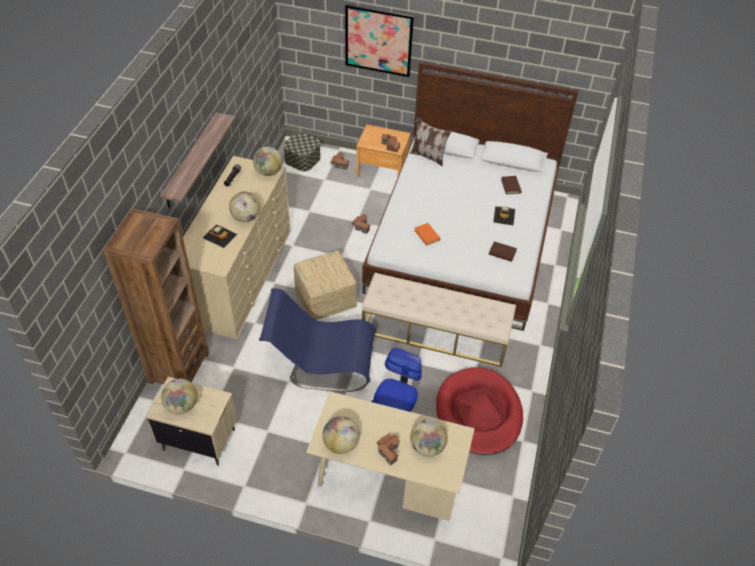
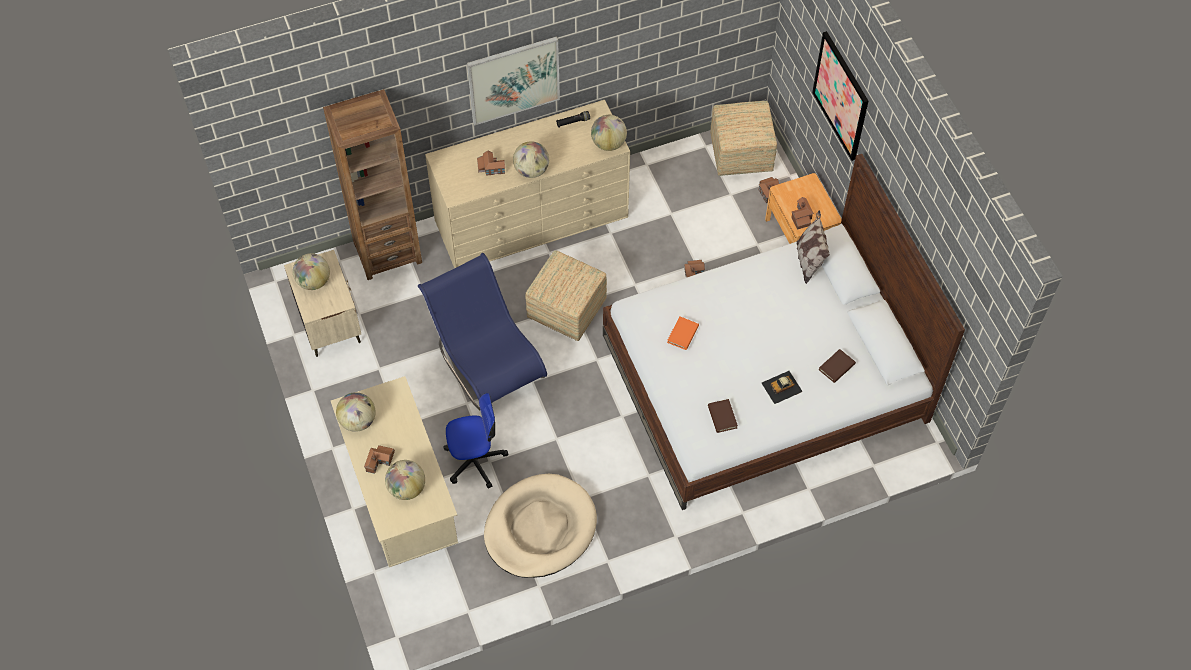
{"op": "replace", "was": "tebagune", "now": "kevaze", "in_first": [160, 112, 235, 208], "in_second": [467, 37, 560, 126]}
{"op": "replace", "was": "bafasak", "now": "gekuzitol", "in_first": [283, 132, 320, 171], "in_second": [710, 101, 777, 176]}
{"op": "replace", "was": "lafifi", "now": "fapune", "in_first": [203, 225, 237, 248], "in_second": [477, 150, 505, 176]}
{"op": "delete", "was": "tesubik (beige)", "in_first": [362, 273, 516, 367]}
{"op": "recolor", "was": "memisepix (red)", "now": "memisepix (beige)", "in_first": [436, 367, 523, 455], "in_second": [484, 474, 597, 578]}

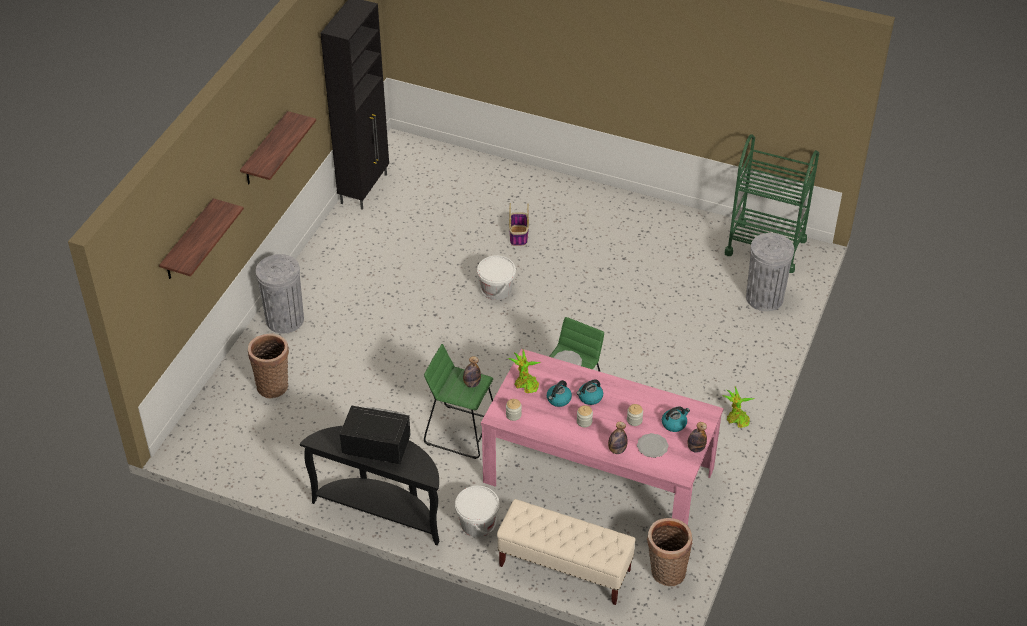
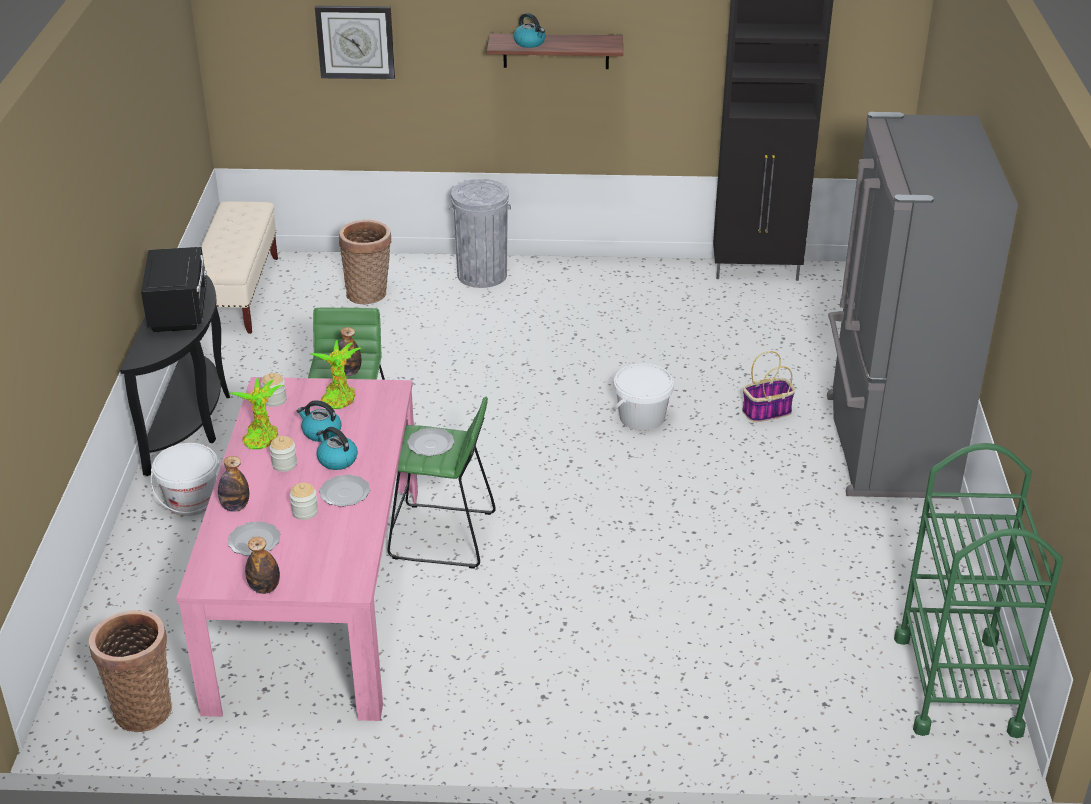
{"op": "replace", "was": "tebagune", "now": "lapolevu", "in_first": [159, 198, 244, 279], "in_second": [315, 6, 395, 79]}
{"op": "delete", "was": "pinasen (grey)", "in_first": [746, 233, 794, 311]}
{"op": "move", "was": "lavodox", "in_first": [723, 387, 755, 428], "in_second": [229, 377, 284, 449]}
{"op": "move", "was": "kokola", "in_first": [662, 406, 690, 432], "in_second": [513, 13, 546, 48]}
{"op": "move", "was": "tesubik (beige)", "in_first": [497, 499, 636, 605], "in_second": [201, 201, 278, 334]}
{"op": "insert", "now": "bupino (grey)", "in_second": [827, 112, 1018, 499]}
{"op": "insert", "now": "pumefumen", "in_second": [319, 475, 370, 507]}

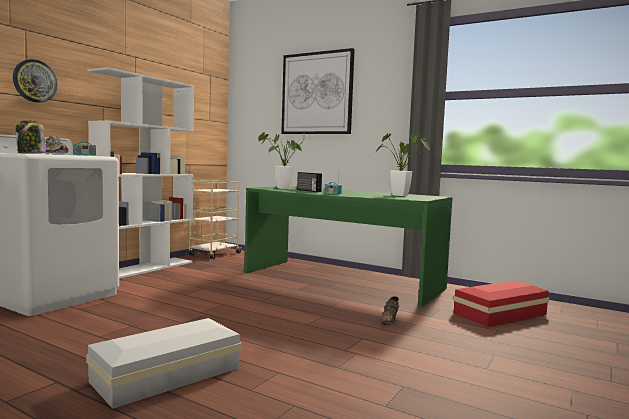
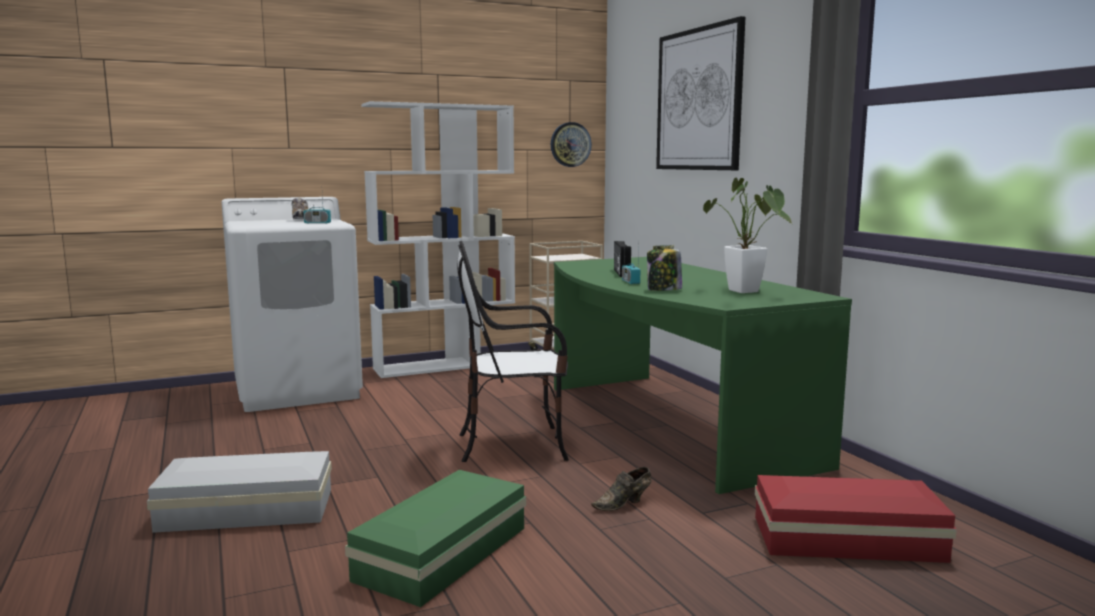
{"op": "move", "was": "lapolevu", "in_first": [13, 59, 57, 103], "in_second": [551, 122, 592, 167]}
{"op": "move", "was": "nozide", "in_first": [16, 121, 46, 153], "in_second": [647, 245, 682, 291]}
{"op": "delete", "was": "lavodox", "in_first": [258, 132, 311, 189]}
{"op": "insert", "now": "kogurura", "in_second": [457, 241, 569, 462]}
{"op": "insert", "now": "bafasak (green)", "in_second": [345, 470, 526, 607]}

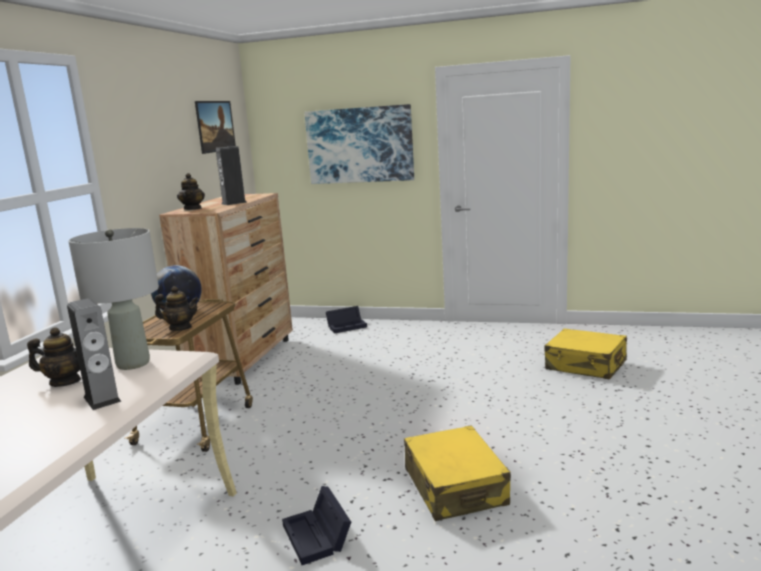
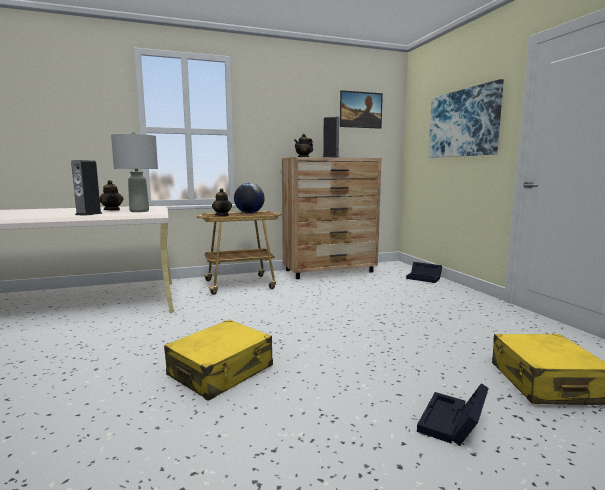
{"op": "move", "was": "bafasak (black)", "in_first": [282, 486, 351, 565], "in_second": [417, 383, 489, 446]}

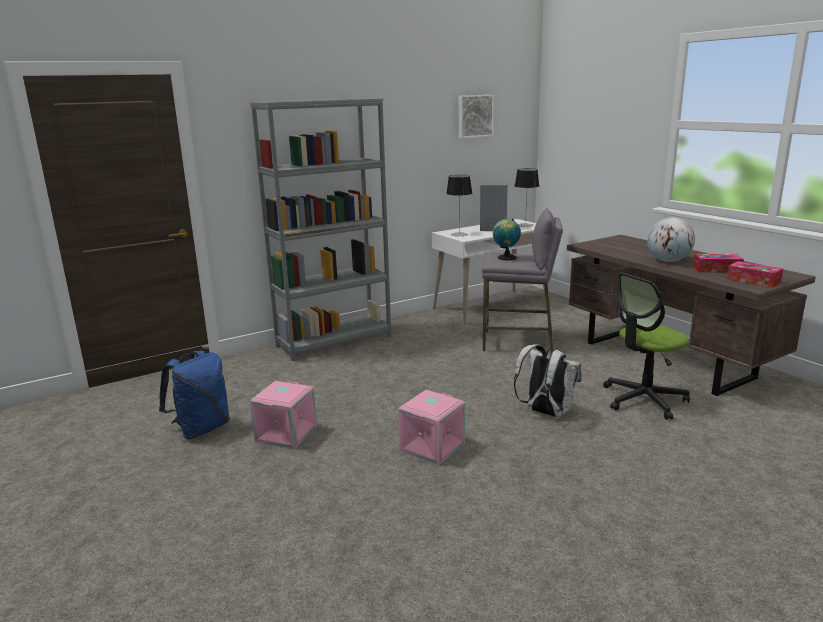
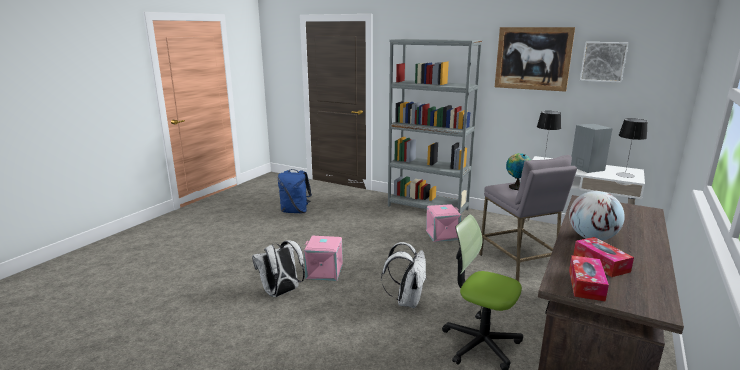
{"op": "move", "was": "bafasak (pink)", "in_first": [250, 381, 317, 449], "in_second": [426, 204, 461, 242]}
{"op": "insert", "now": "kevaze", "in_second": [495, 27, 575, 92]}
{"op": "insert", "now": "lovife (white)", "in_second": [252, 240, 305, 297]}

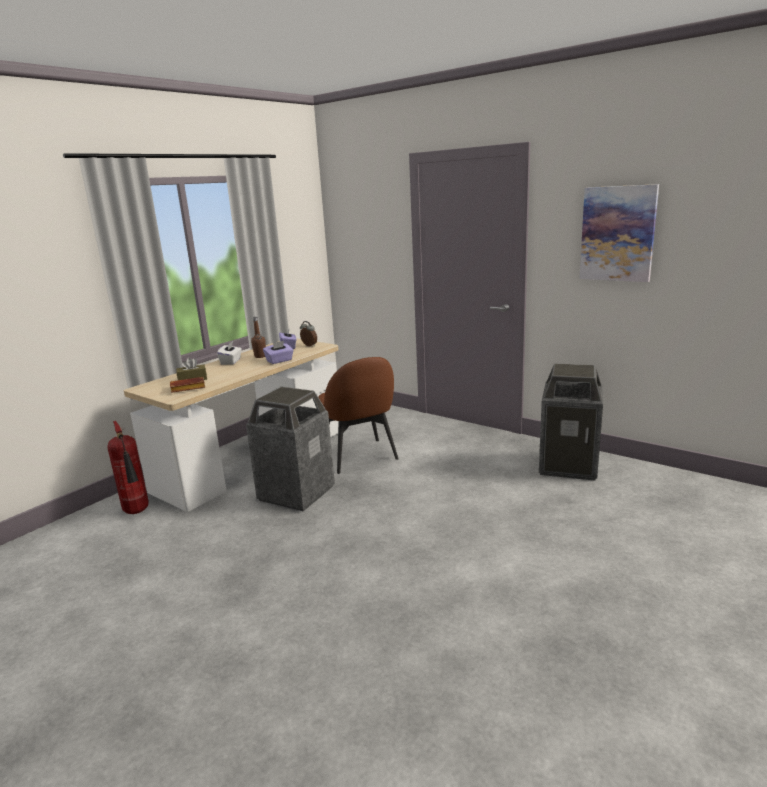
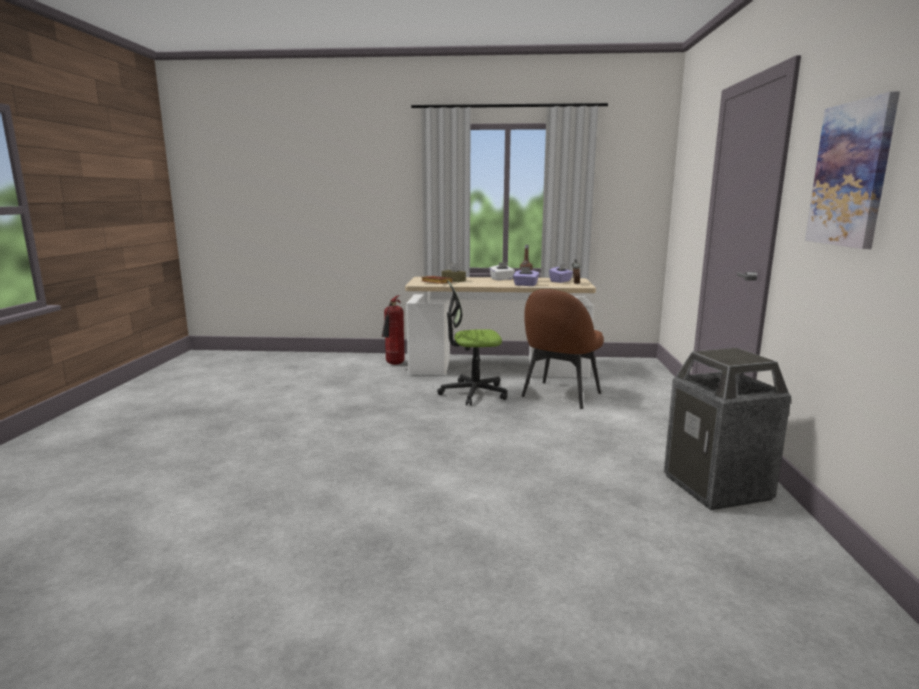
{"op": "replace", "was": "pinasen", "now": "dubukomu", "in_first": [246, 387, 335, 511], "in_second": [437, 280, 507, 406]}

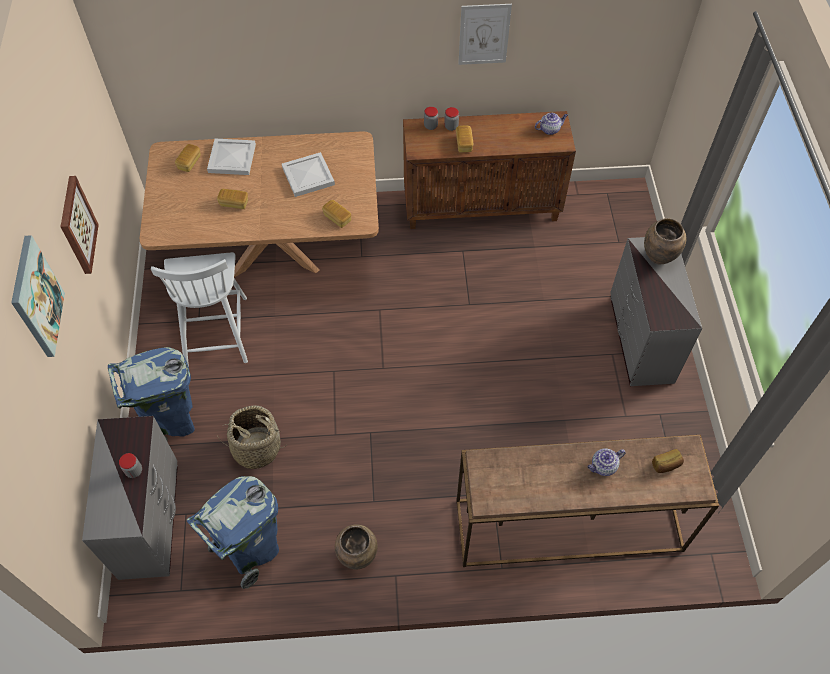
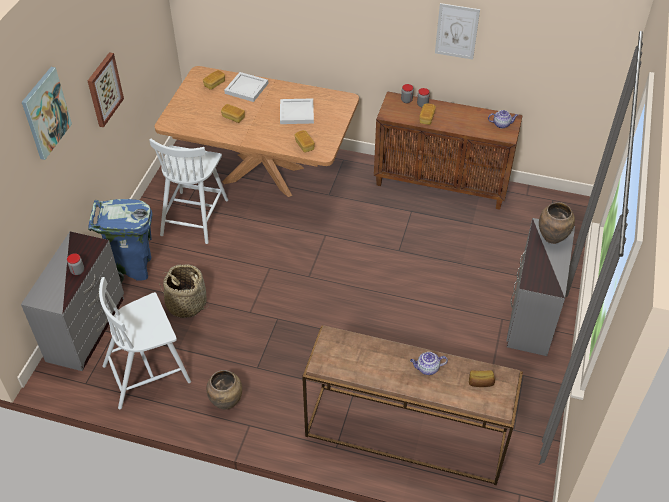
{"op": "replace", "was": "pinasen (blue)", "now": "kogurura (white)", "in_first": [186, 476, 279, 589], "in_second": [99, 277, 191, 409]}

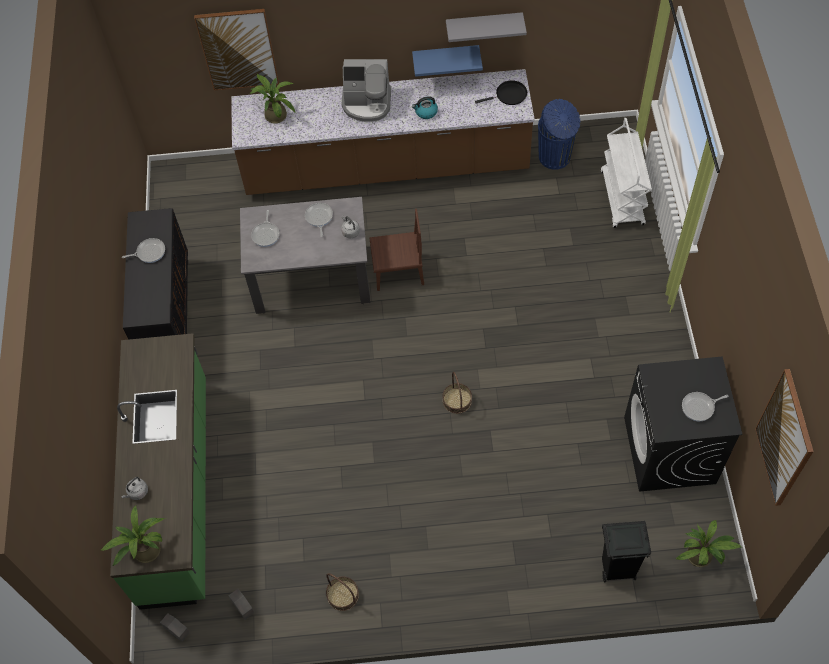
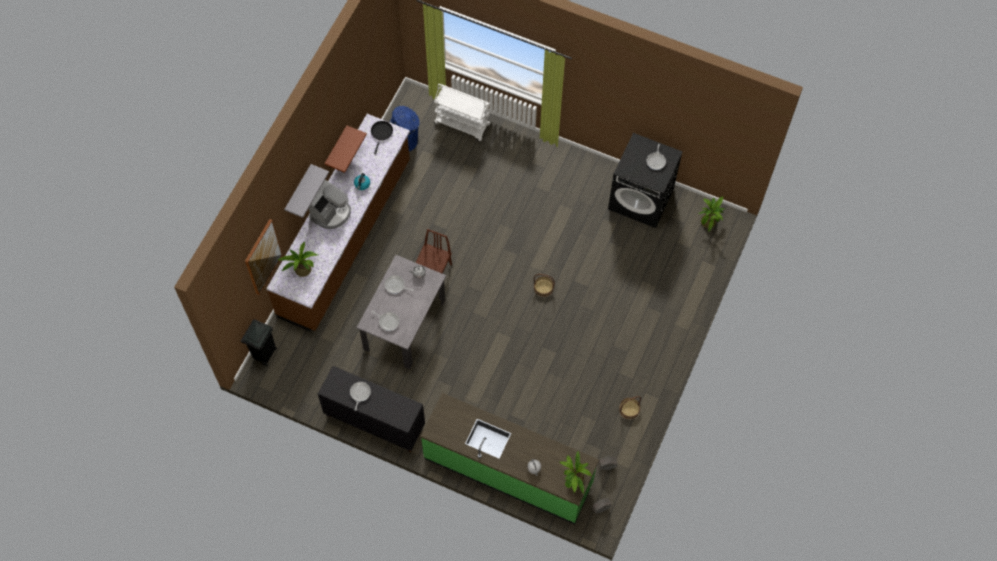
{"op": "move", "was": "tebagune (grey)", "in_first": [446, 12, 527, 42], "in_second": [284, 164, 329, 218]}
{"op": "recolor", "was": "tebagune (blue)", "now": "tebagune (brown)", "in_first": [412, 45, 483, 77], "in_second": [324, 125, 367, 173]}
{"op": "delete", "was": "kevaze", "in_first": [755, 369, 814, 506]}
{"op": "move", "was": "pinasen (black)", "in_first": [602, 521, 651, 583], "in_second": [241, 319, 277, 366]}

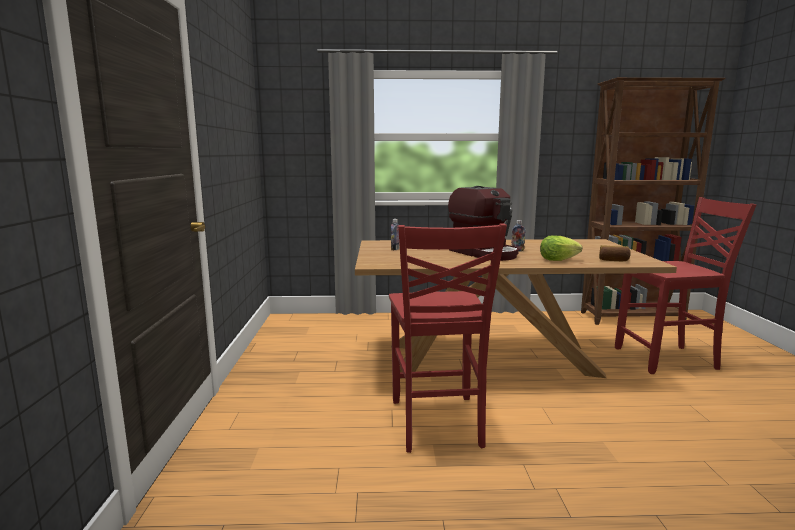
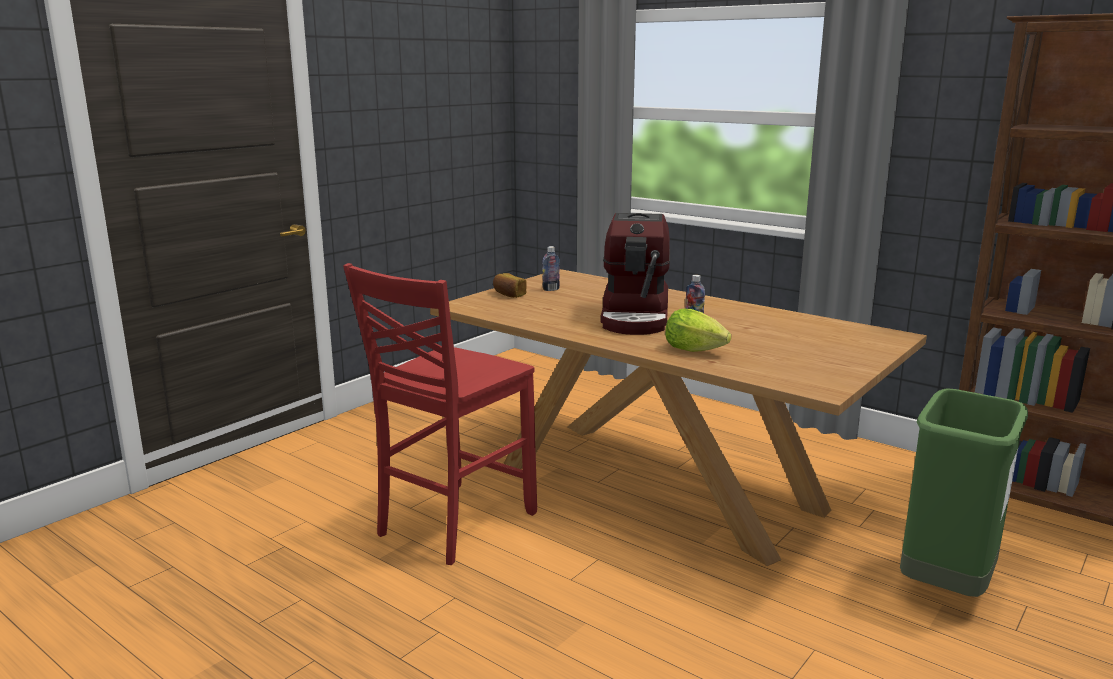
{"op": "replace", "was": "kogurura (red)", "now": "pinasen (green)", "in_first": [615, 197, 756, 374], "in_second": [900, 388, 1028, 597]}
{"op": "move", "was": "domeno", "in_first": [599, 245, 630, 261], "in_second": [493, 273, 527, 298]}

